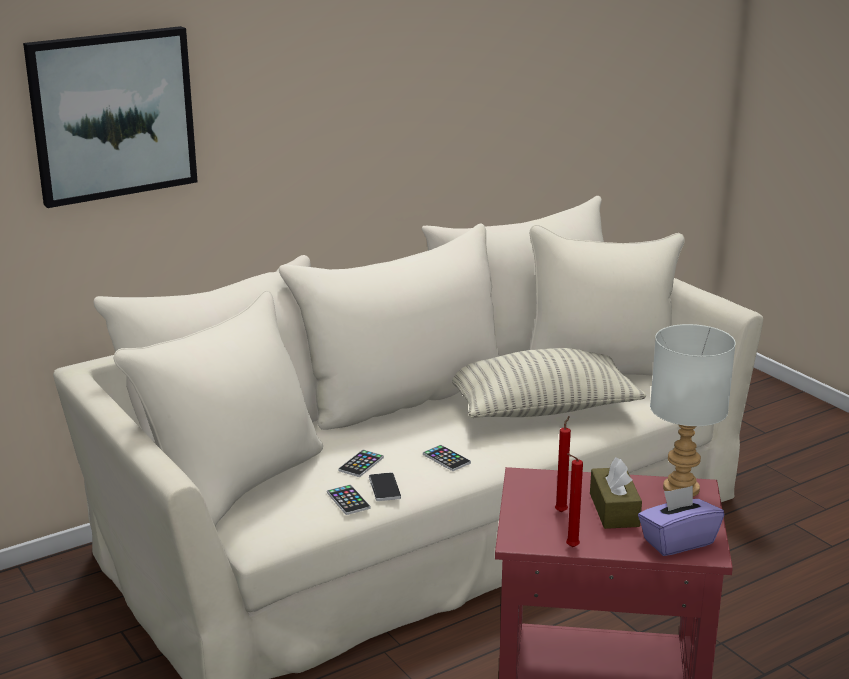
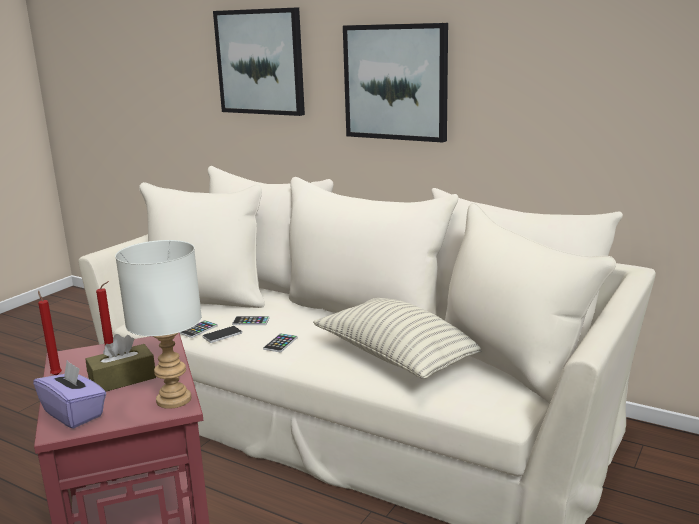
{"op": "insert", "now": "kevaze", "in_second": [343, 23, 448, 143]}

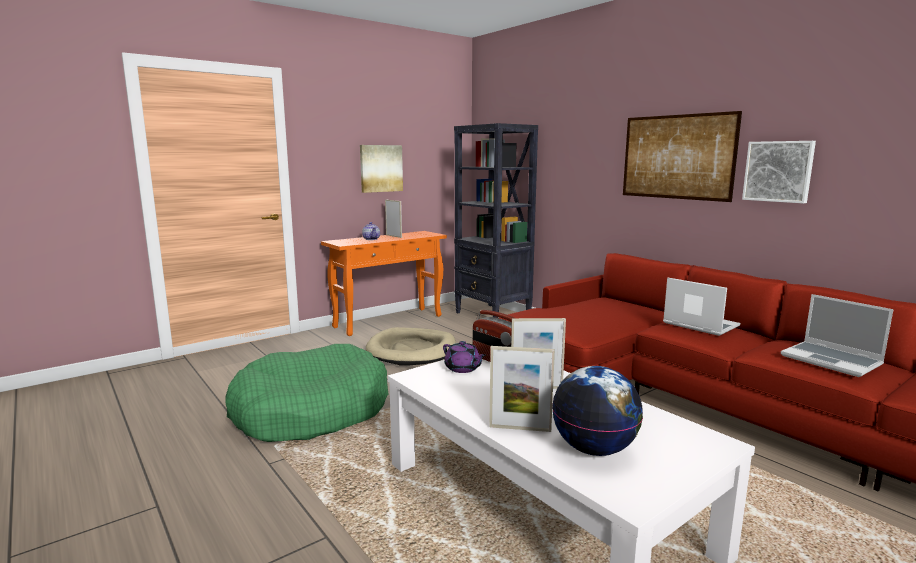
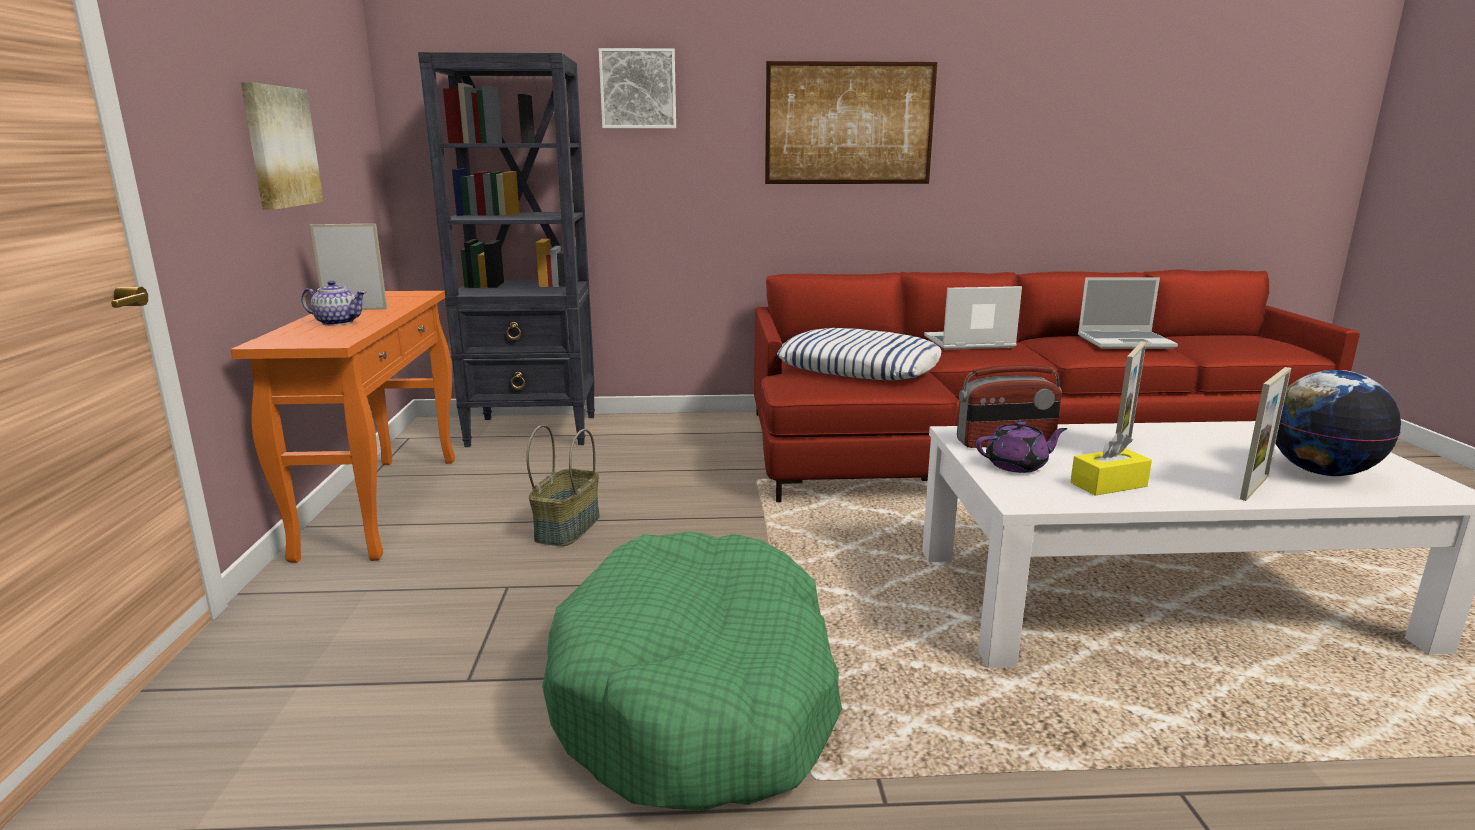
{"op": "move", "was": "kevaze", "in_first": [742, 141, 816, 203], "in_second": [599, 48, 676, 128]}
{"op": "replace", "was": "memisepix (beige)", "now": "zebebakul", "in_first": [366, 327, 456, 366], "in_second": [526, 425, 600, 546]}
{"op": "insert", "now": "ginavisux", "in_second": [777, 328, 942, 380]}
{"op": "insert", "now": "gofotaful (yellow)", "in_second": [1070, 432, 1152, 496]}

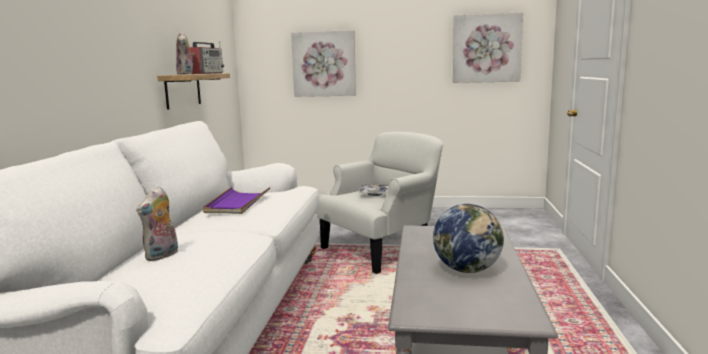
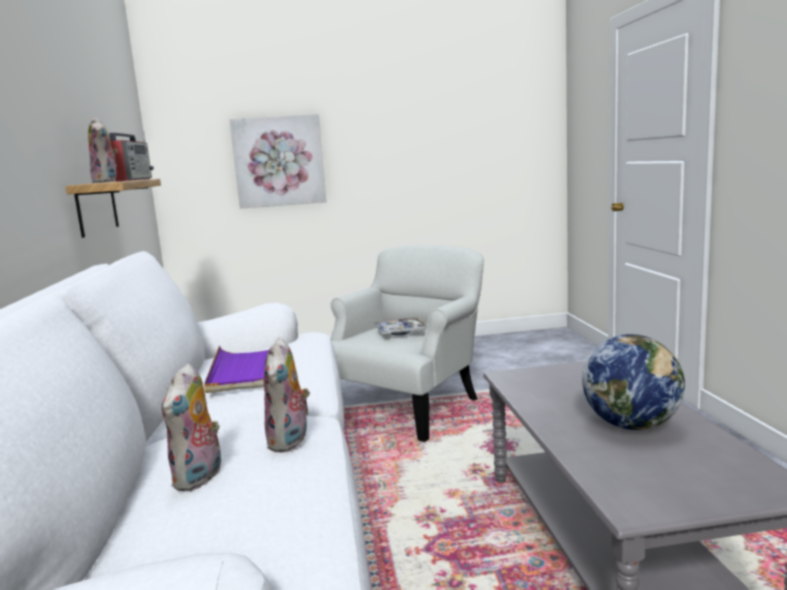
{"op": "delete", "was": "kevaze", "in_first": [453, 12, 523, 83]}
{"op": "insert", "now": "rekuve", "in_second": [264, 337, 310, 452]}

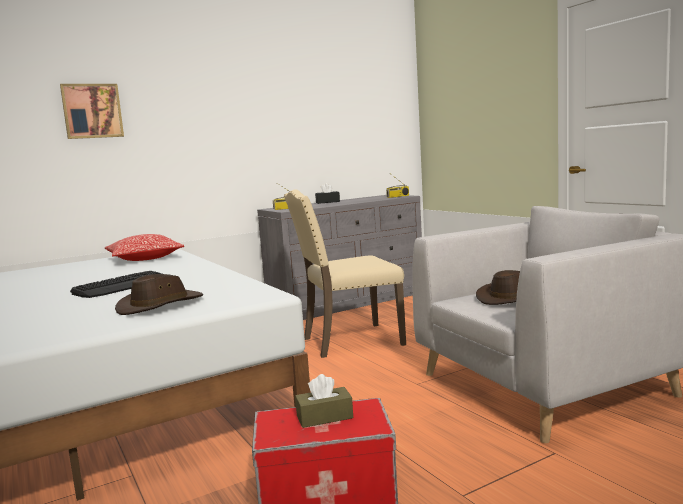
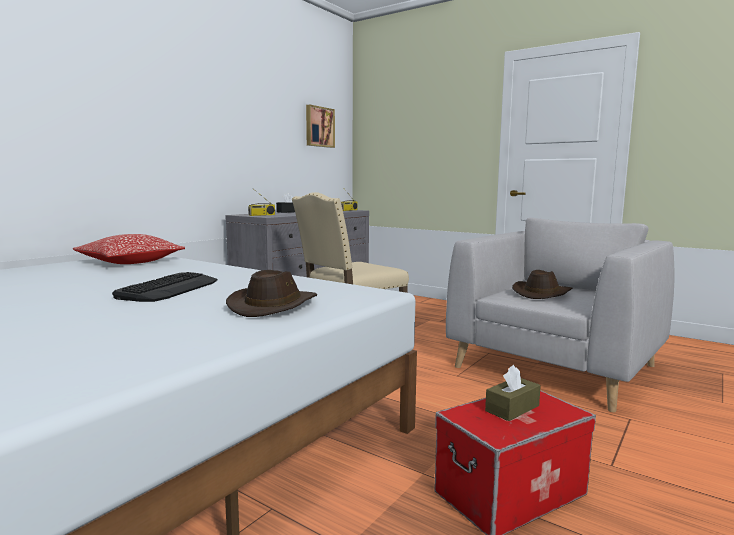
{"op": "move", "was": "kevaze", "in_first": [60, 84, 124, 139], "in_second": [306, 104, 335, 148]}

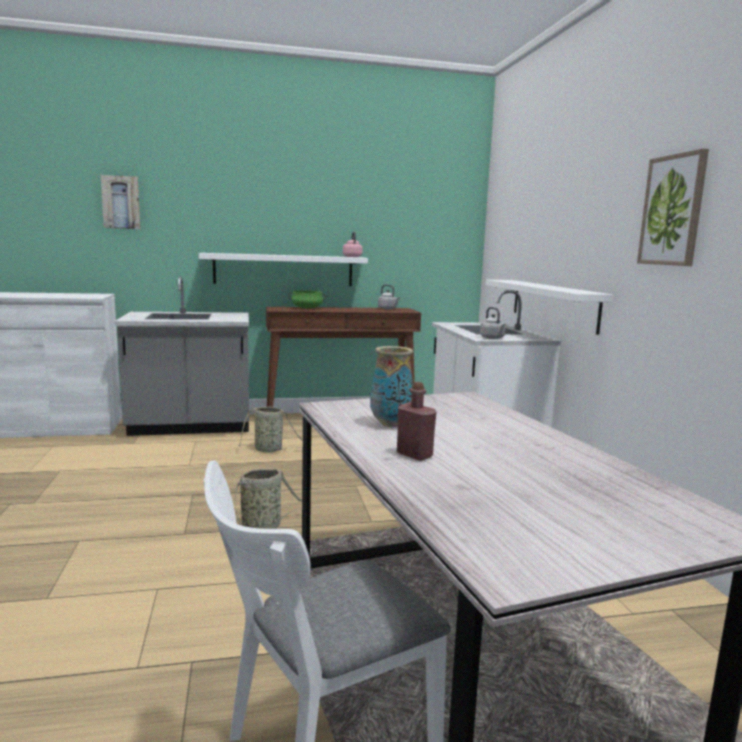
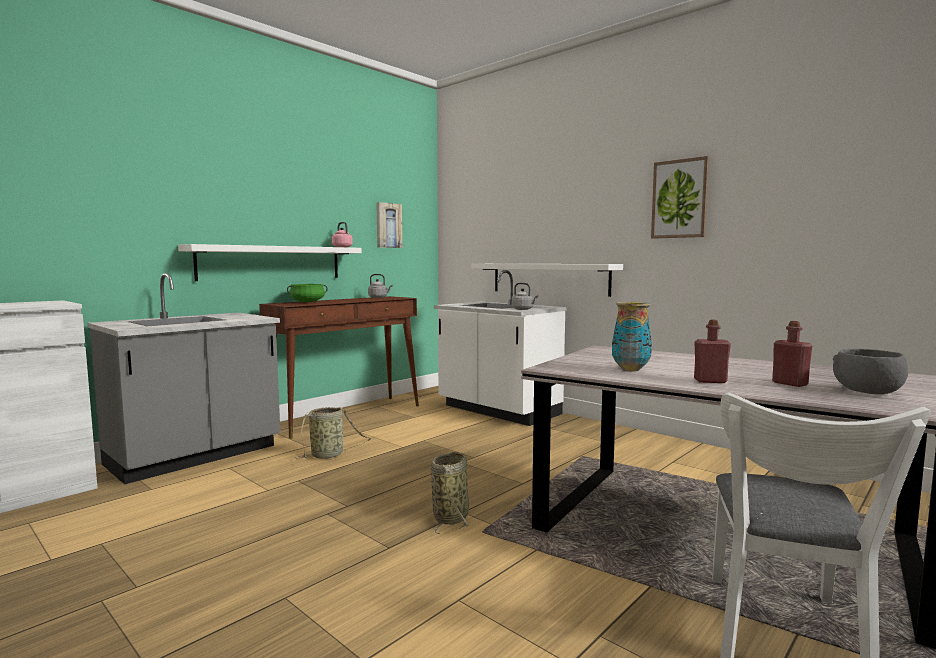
{"op": "move", "was": "kevaze", "in_first": [101, 175, 140, 229], "in_second": [376, 202, 403, 248]}
{"op": "insert", "now": "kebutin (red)", "in_second": [772, 321, 812, 387]}
{"op": "insert", "now": "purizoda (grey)", "in_second": [833, 349, 908, 394]}

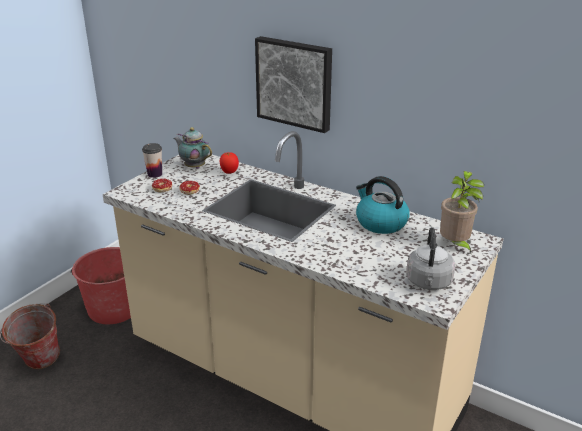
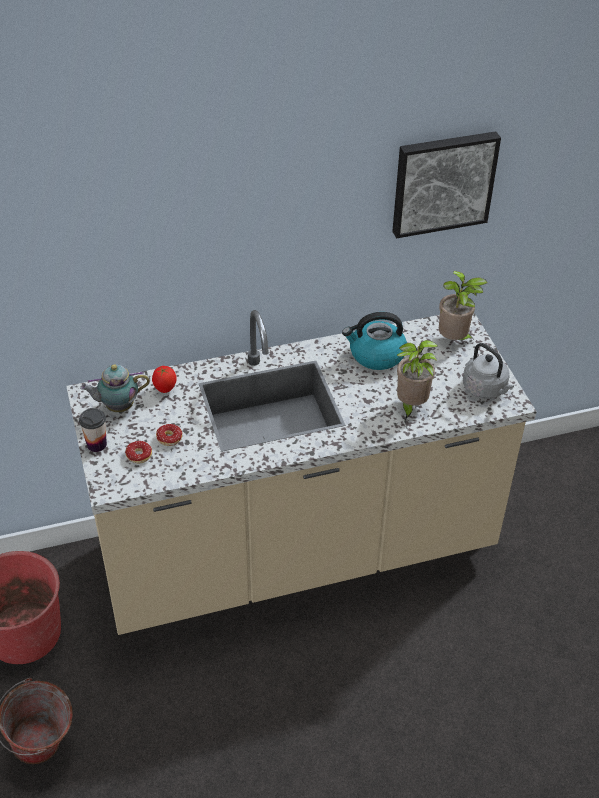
{"op": "move", "was": "kevaze", "in_first": [255, 36, 332, 133], "in_second": [392, 131, 501, 238]}
{"op": "insert", "now": "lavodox", "in_second": [397, 340, 439, 420]}

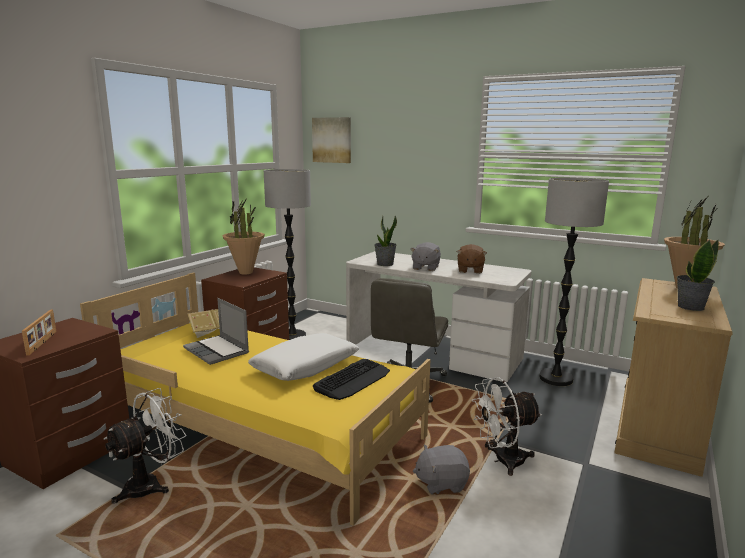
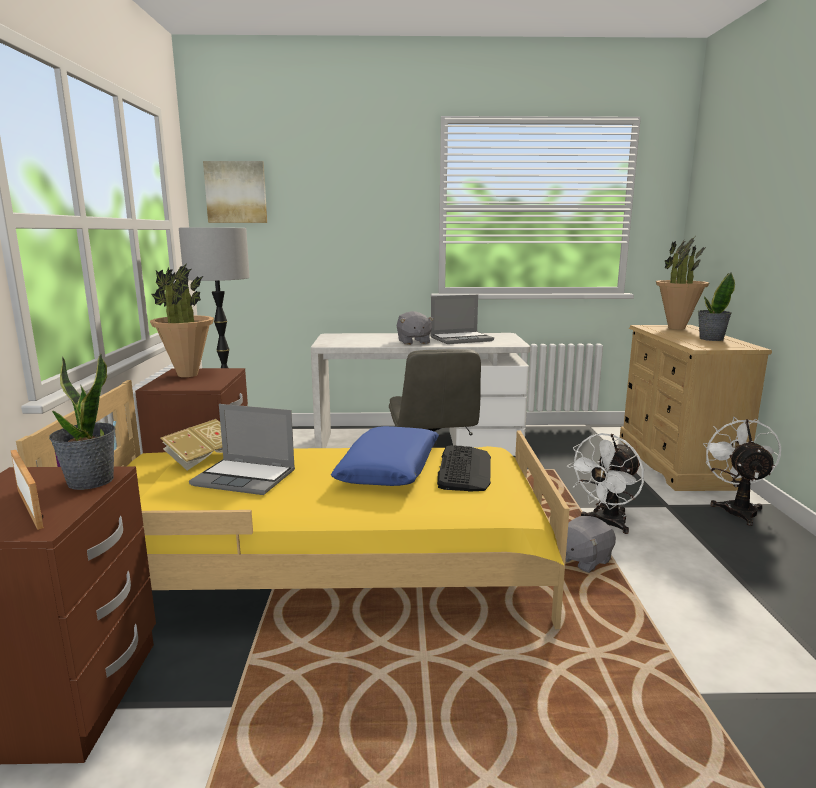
{"op": "delete", "was": "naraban", "in_first": [539, 178, 609, 386]}
{"op": "move", "was": "lavodox", "in_first": [374, 215, 397, 266], "in_second": [49, 353, 115, 490]}
{"op": "replace", "was": "rekuve (brown)", "now": "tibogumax", "in_first": [457, 244, 487, 274], "in_second": [430, 295, 494, 344]}
{"op": "recolor", "was": "ginavisux (white)", "now": "ginavisux (blue)", "in_first": [248, 333, 360, 381], "in_second": [331, 426, 439, 486]}
{"op": "move", "was": "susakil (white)", "in_first": [104, 388, 186, 504], "in_second": [703, 416, 781, 526]}

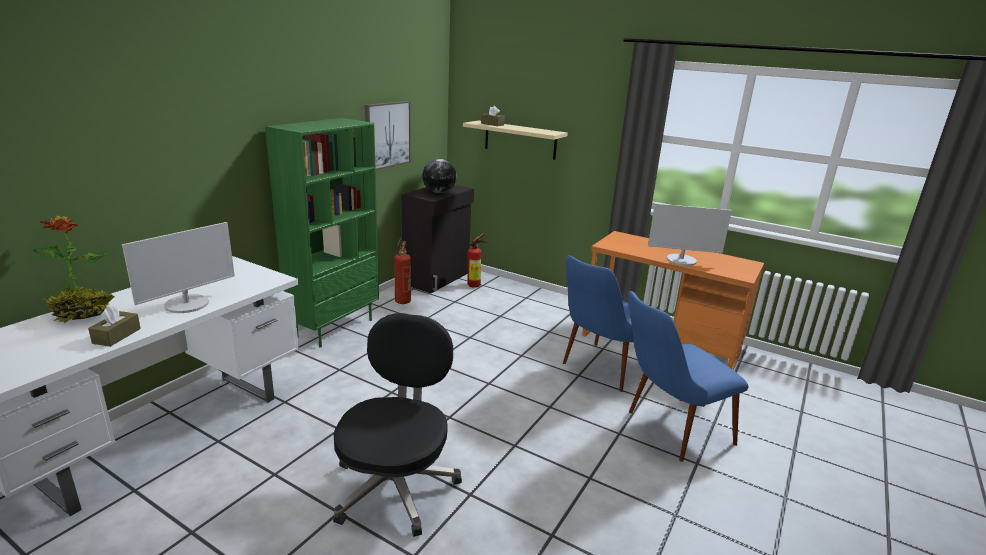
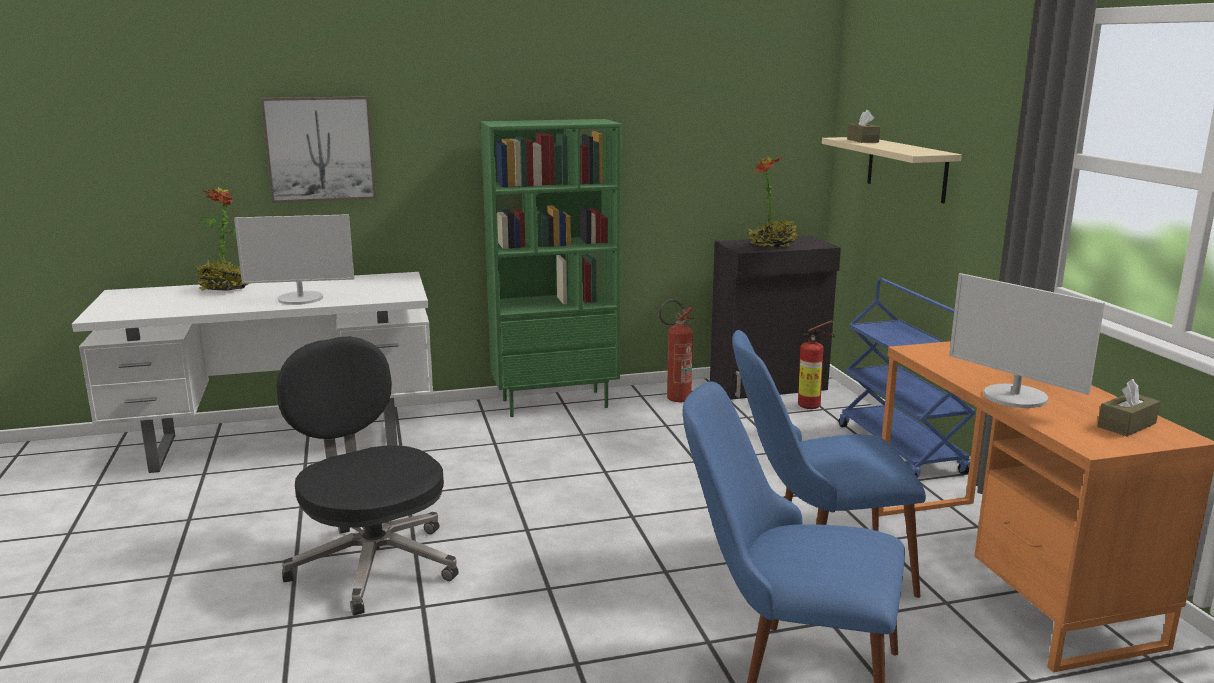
{"op": "move", "was": "kevaze", "in_first": [365, 101, 411, 170], "in_second": [261, 96, 376, 203]}
{"op": "replace", "was": "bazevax", "now": "lavodox", "in_first": [422, 159, 457, 193], "in_second": [748, 155, 798, 247]}
{"op": "move", "was": "gofotaful (brown)", "in_first": [88, 305, 141, 347], "in_second": [1097, 379, 1160, 436]}
{"op": "rotate", "was": "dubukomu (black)", "in_first": [333, 313, 462, 537], "in_second": [277, 337, 459, 616], "clockwise": -90}
{"op": "insert", "now": "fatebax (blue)", "in_second": [839, 278, 976, 478]}

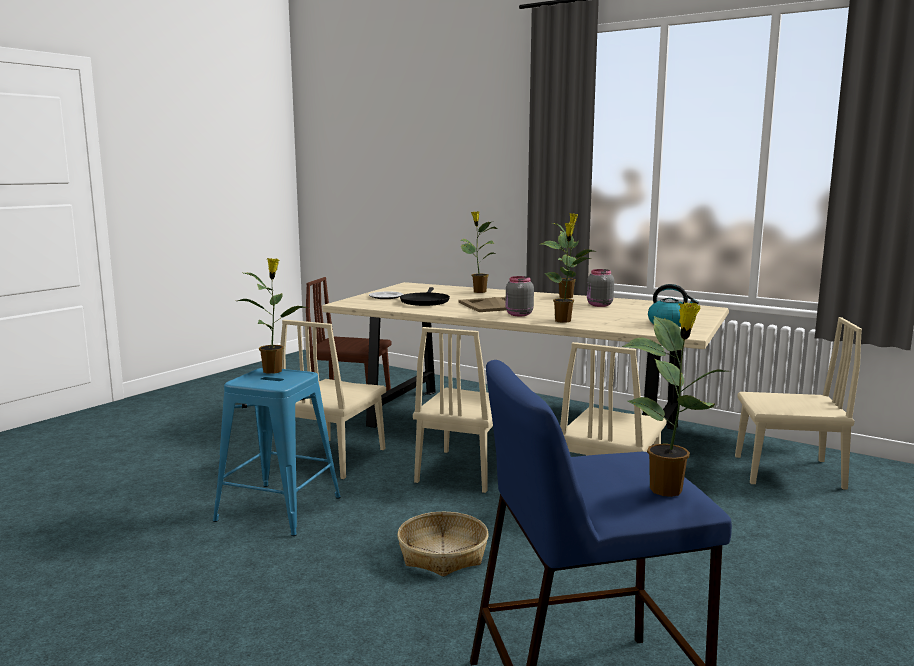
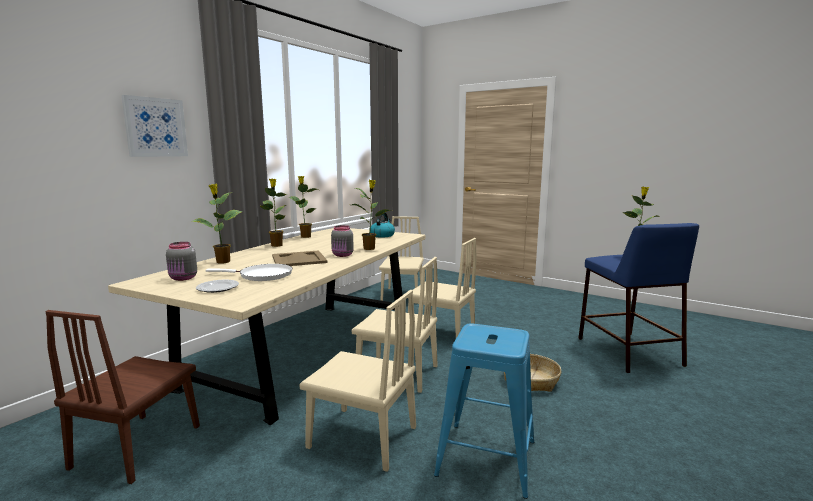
{"op": "move", "was": "lavodox", "in_first": [238, 258, 309, 374], "in_second": [289, 176, 318, 238]}
{"op": "move", "was": "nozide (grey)", "in_first": [587, 269, 614, 307], "in_second": [166, 242, 197, 281]}
{"op": "recolor", "was": "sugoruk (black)", "now": "sugoruk (white)", "in_first": [400, 287, 450, 306], "in_second": [206, 264, 292, 281]}
{"op": "insert", "now": "kevaze", "in_second": [122, 95, 188, 157]}

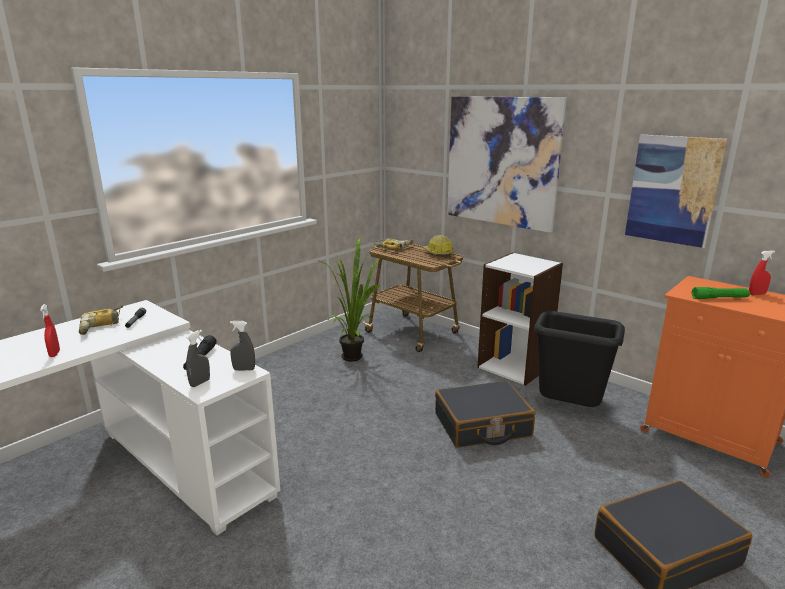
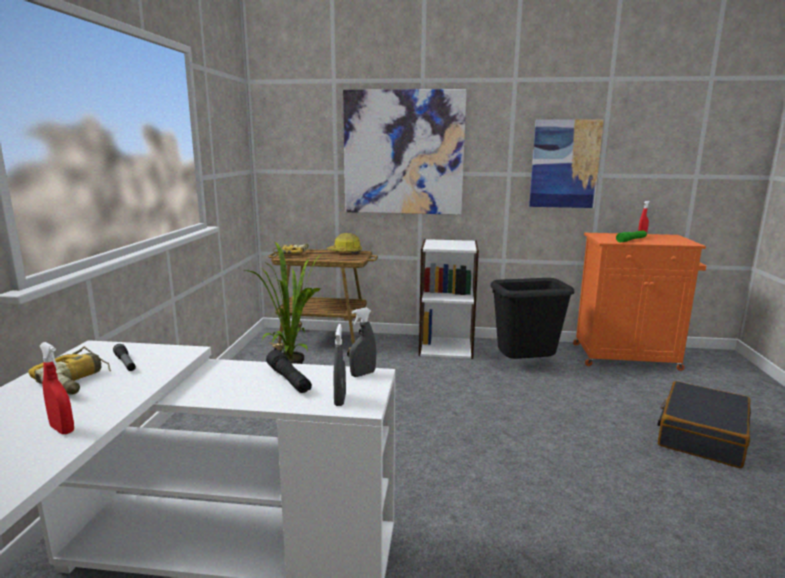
{"op": "delete", "was": "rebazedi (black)", "in_first": [435, 381, 535, 448]}

